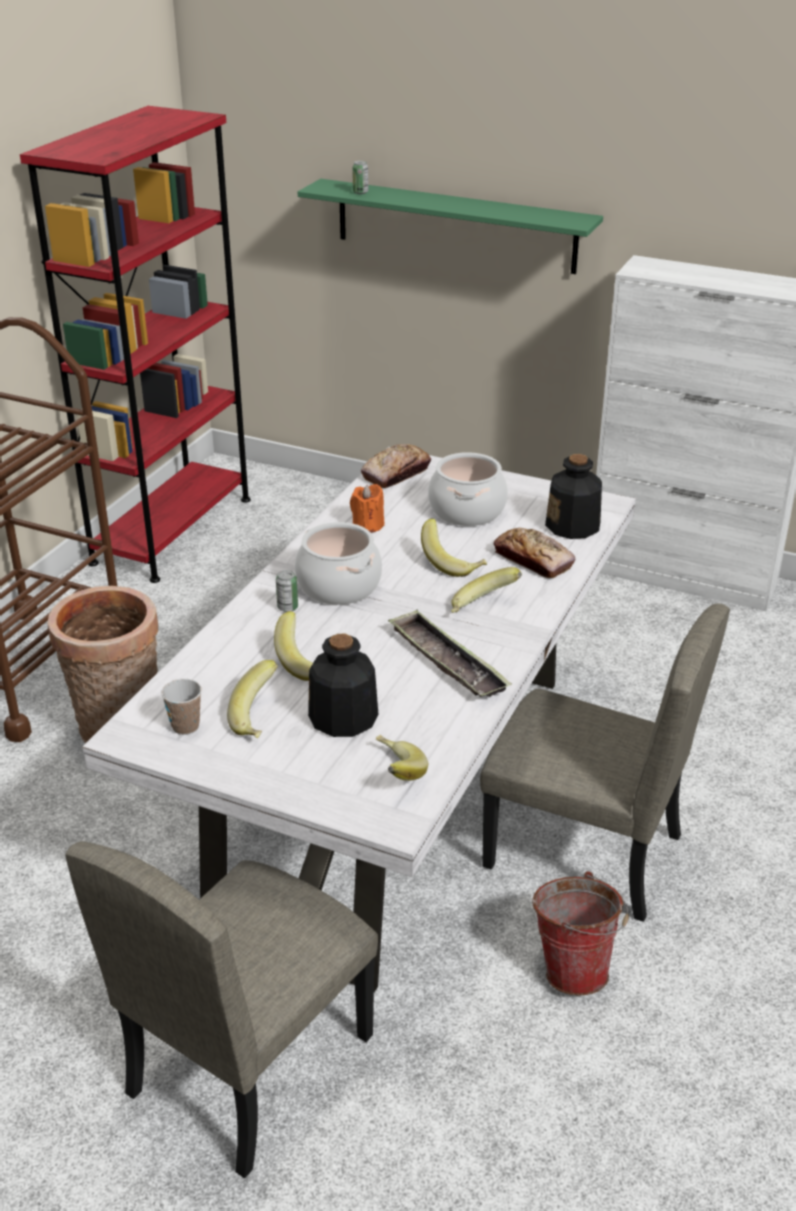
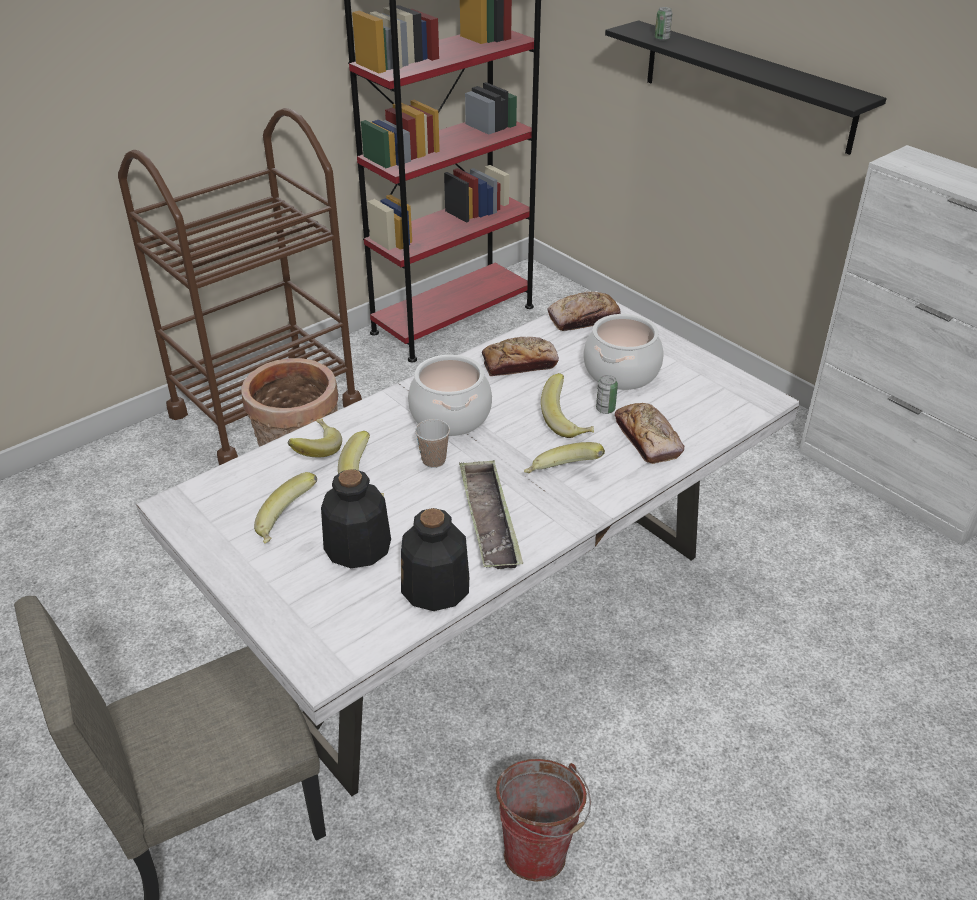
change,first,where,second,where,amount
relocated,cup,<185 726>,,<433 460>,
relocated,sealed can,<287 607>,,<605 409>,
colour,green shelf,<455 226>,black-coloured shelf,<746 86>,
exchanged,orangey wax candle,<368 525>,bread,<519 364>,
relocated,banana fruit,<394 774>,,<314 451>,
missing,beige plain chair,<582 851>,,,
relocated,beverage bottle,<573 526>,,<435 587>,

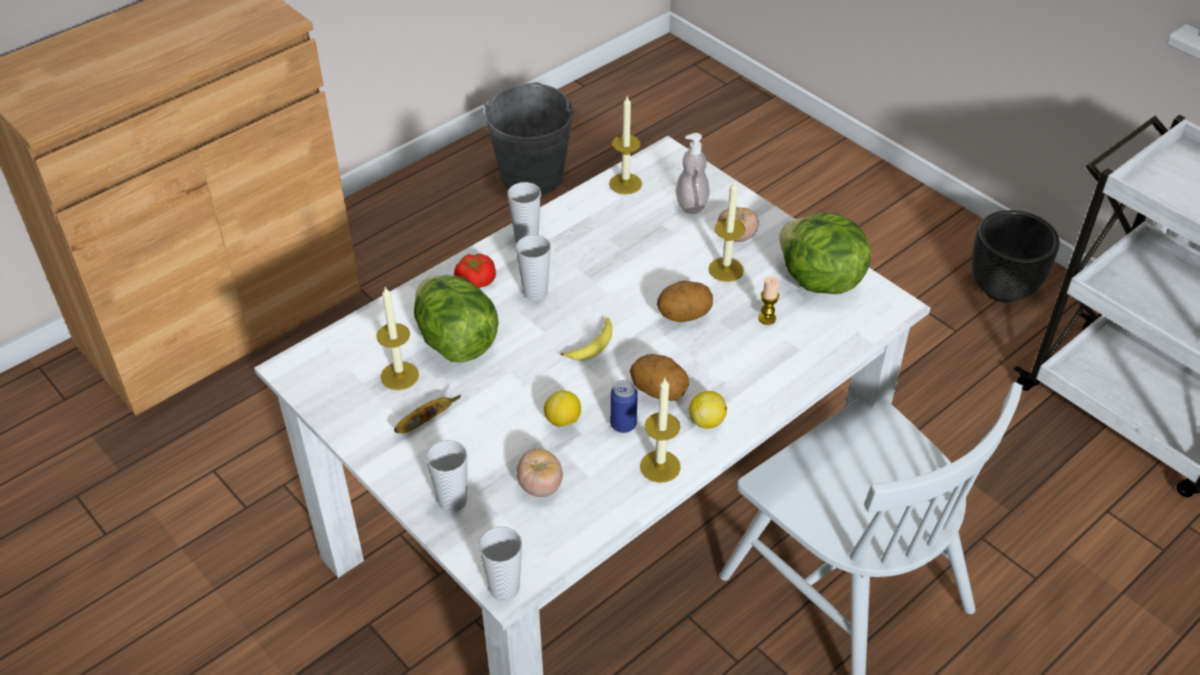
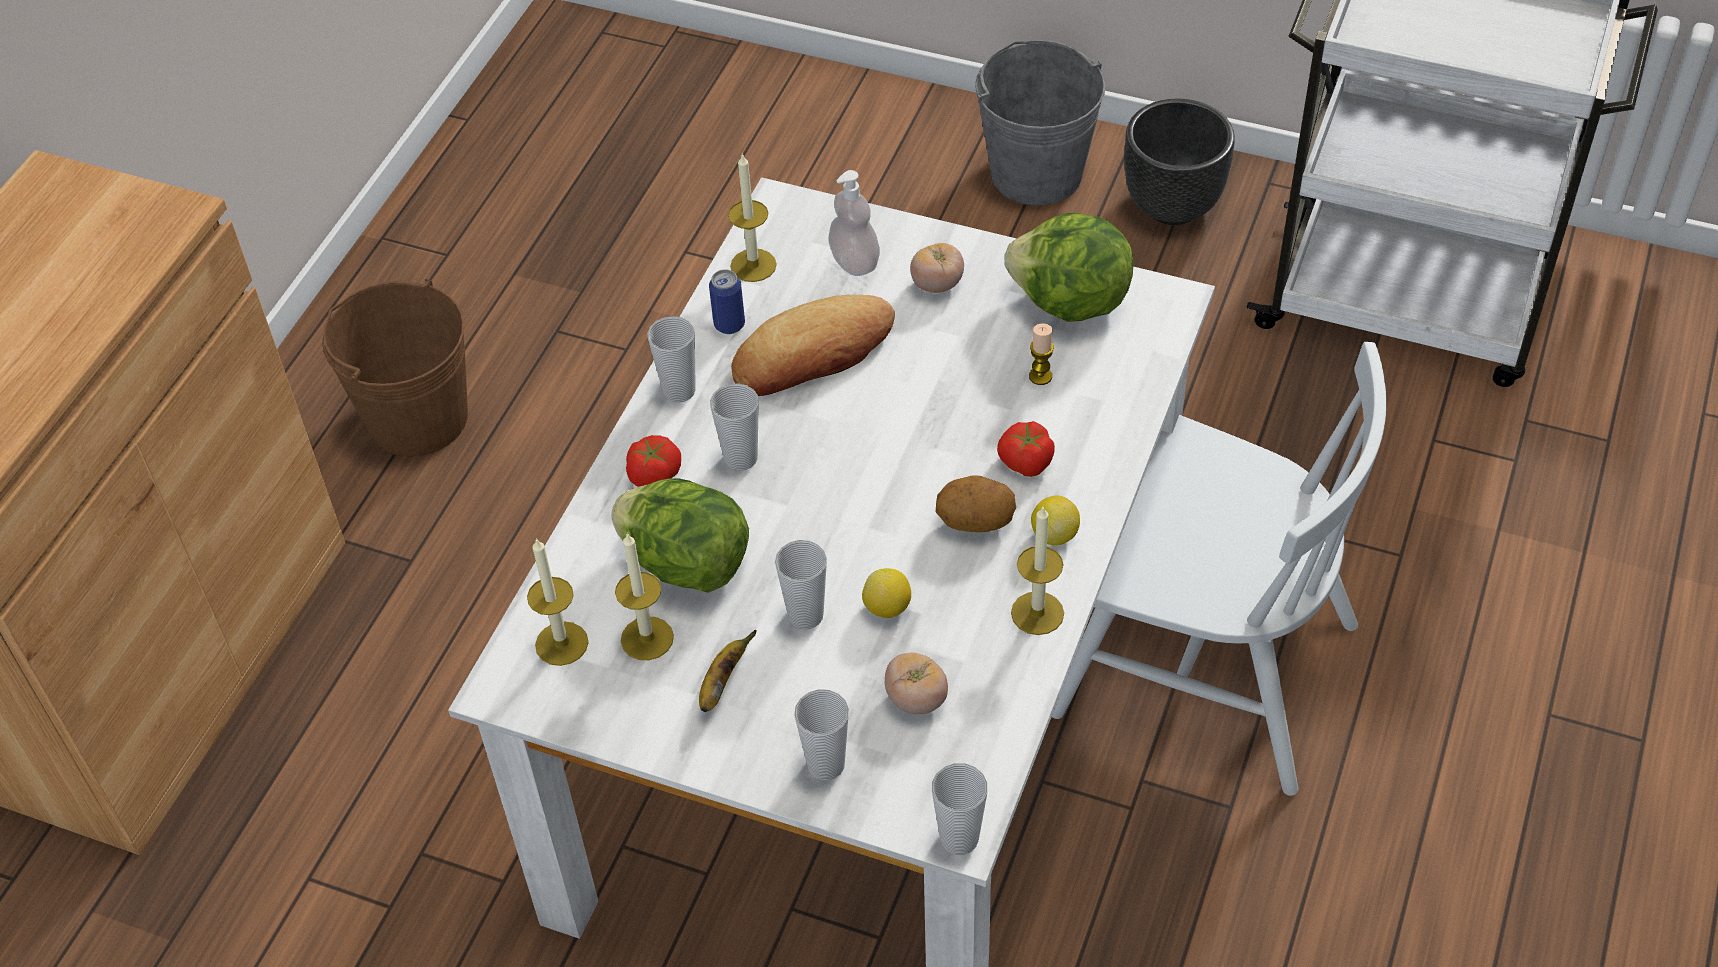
change,first,where,second,where,amount
relocated,greyish bucket,<532 176>,,<1036 173>,
missing,banana fruit,<592 345>,,,
relocated,sealed can,<623 424>,,<729 324>,
missing,whole potato,<684 315>,,,
relocated,wax candle,<726 269>,,<561 643>,
appeared,,,brown-coloured bucket,<418 418>,
appeared,,,bread,<813 354>,
appeared,,,cup,<805 615>,
appeared,,,fresh tomato,<1025 461>,

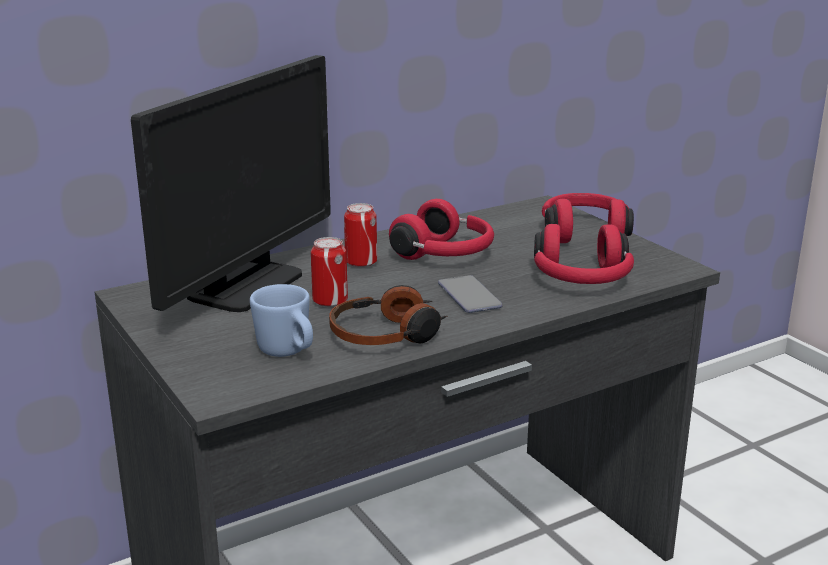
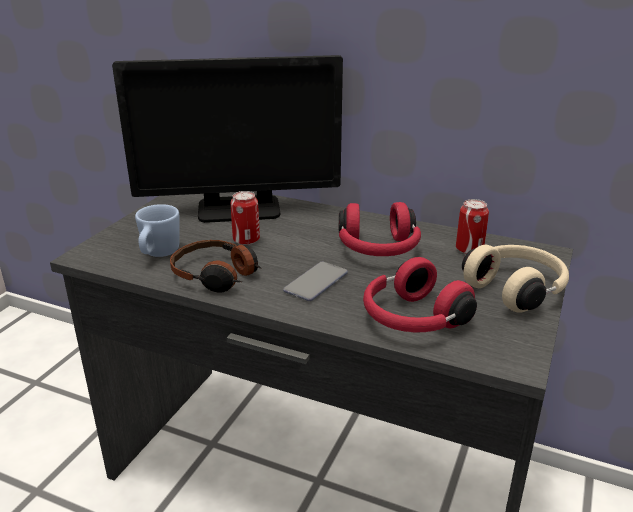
change,first,where,second,where,amount
relocated,sealed can,<361 262>,,<469 249>,
colour,reddish headphones,<584 233>,beige headphones,<516 290>,

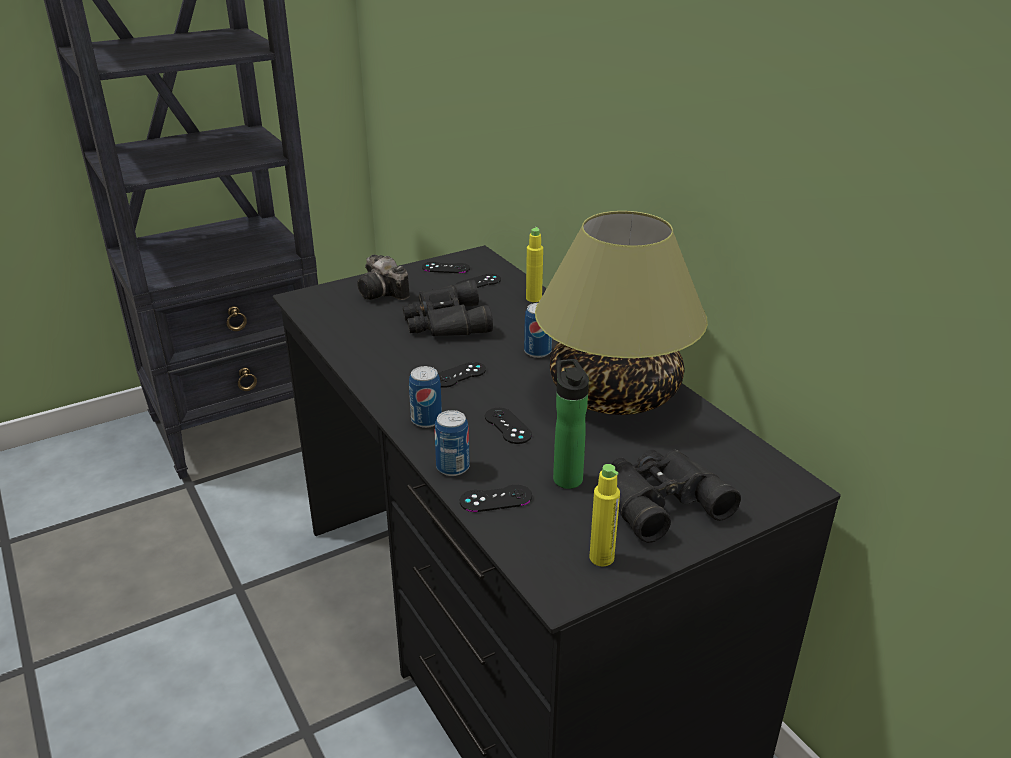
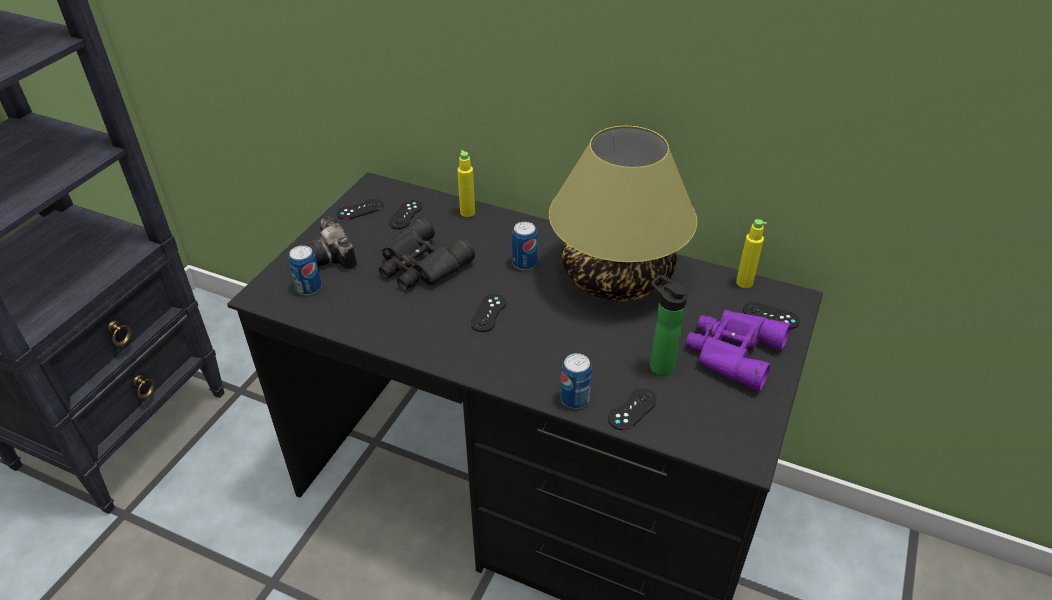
change,first,where,second,where,amount
spun,still camera,<384 293>,,<334 258>,45 degrees clockwise
relocated,sealed can,<426 420>,,<309 288>,
relocated,black-coloured joypad,<507 426>,,<770 316>,
relocated,yellow-coloured beverage bottle,<601 558>,,<744 283>,
colour,black-coloured field glasses,<658 499>,purple field glasses,<731 352>,

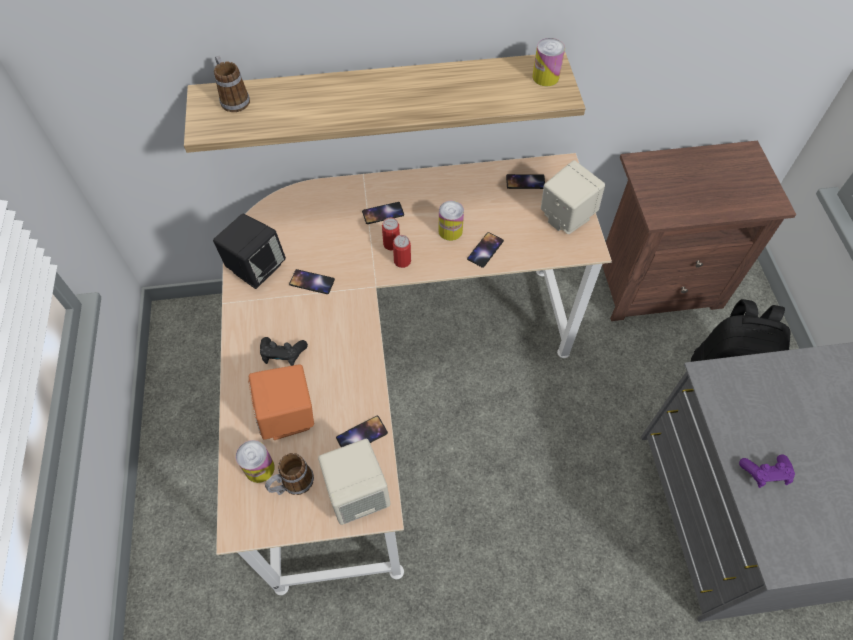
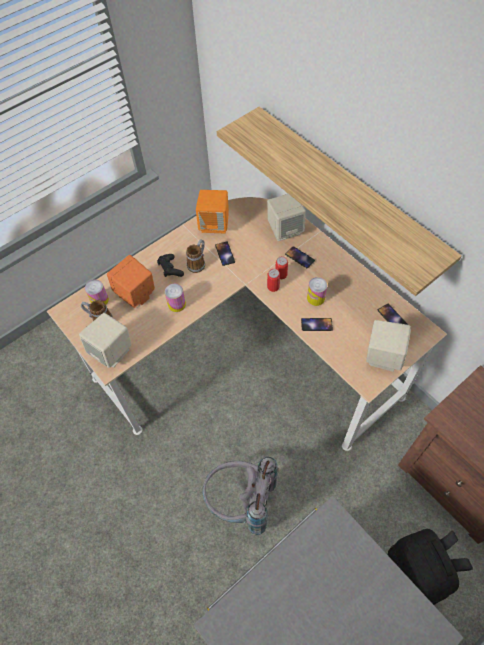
change,first,where,second,where,amount
colour,black-coloured speaker,<256 268>,orangey speaker,<214 224>,
relocated,tea mug,<233 99>,,<198 263>,
missing,phone,<361 435>,,,
relocated,sealed can,<545 77>,,<177 304>,
missing,purple joypad,<765 473>,,,
appeared,,,greyish rucksack,<241 502>,
appeared,,,beige speaker,<285 230>,

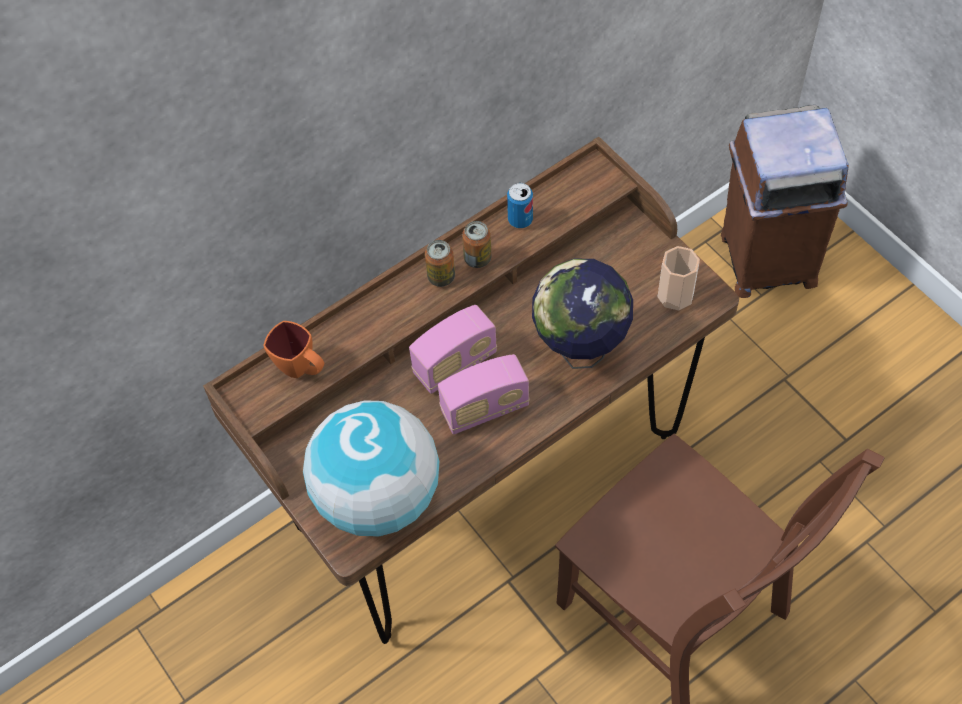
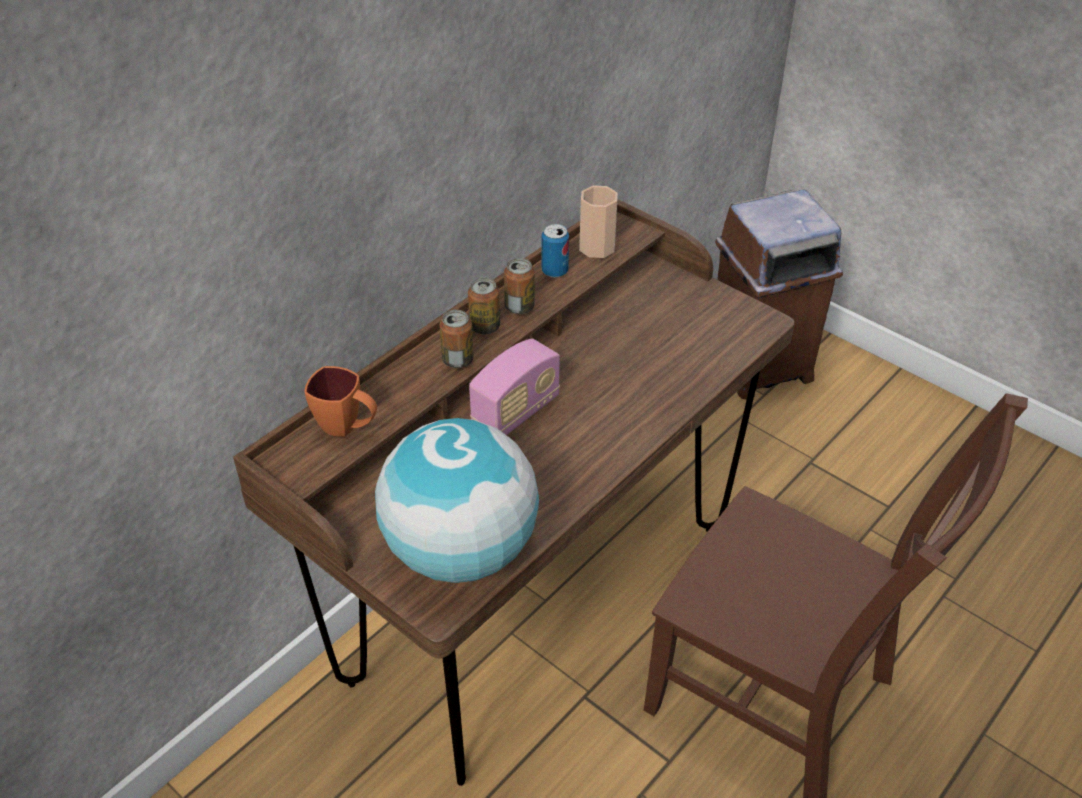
change,first,where,second,where,amount
missing,radio set,<485 409>,,,
missing,world globe,<580 349>,,,
relocated,cup,<675 295>,,<597 247>,
appeared,,,sealed can,<458 360>,

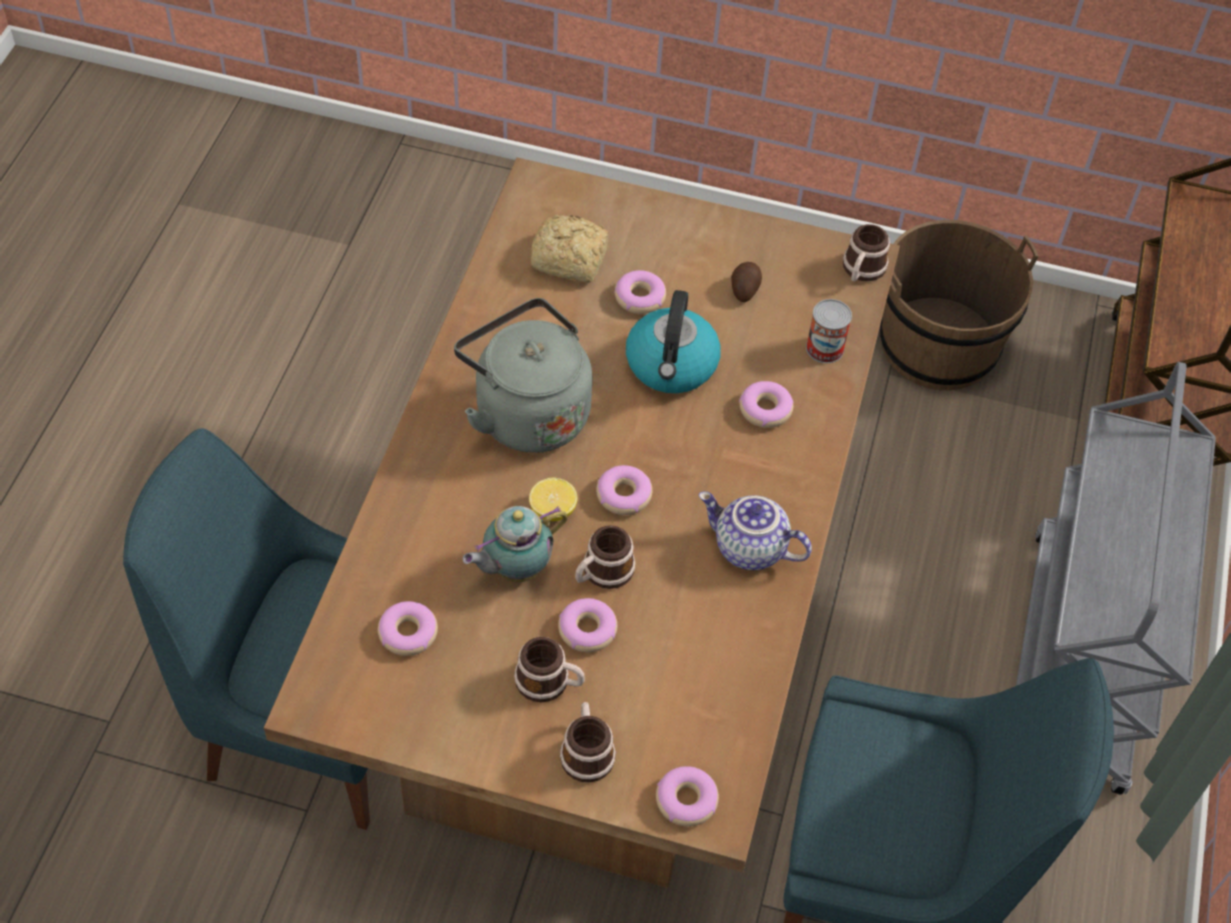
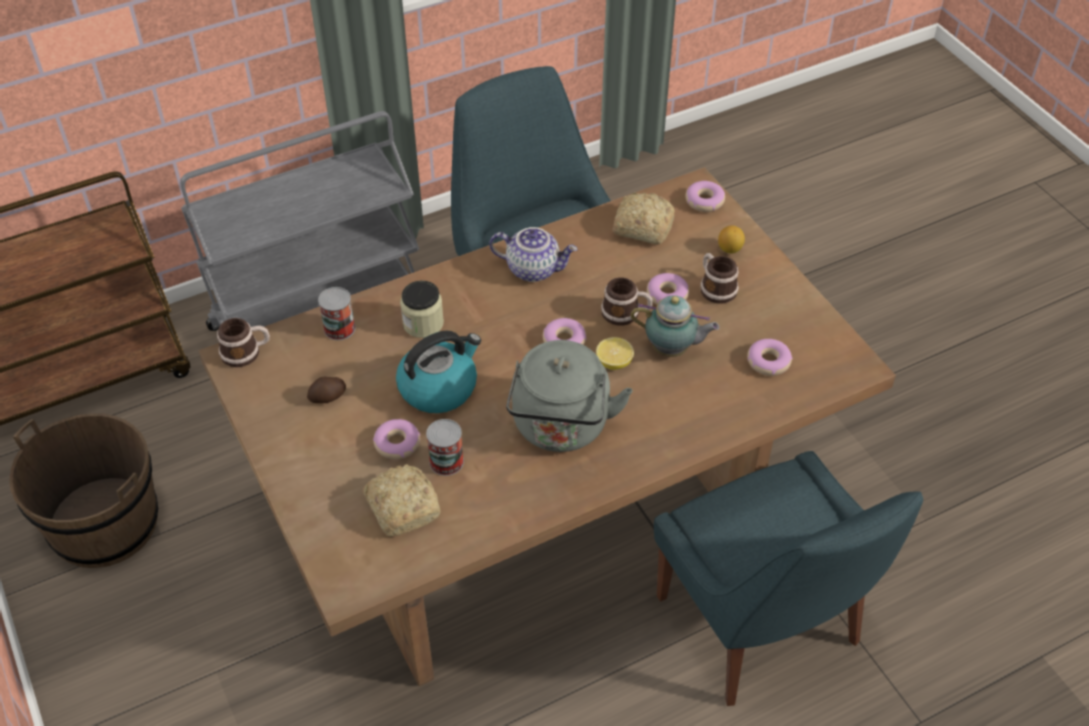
change,first,where,second,where,amount
exchanged,tea mug,<586 750>,citrus fruit,<730 249>,
spun,pot for tea,<748 549>,,<534 268>,60 degrees counterclockwise
exchanged,donut,<765 409>,jar,<423 323>,
appeared,,,sealed can,<446 462>,
appeared,,,bread,<641 226>,

